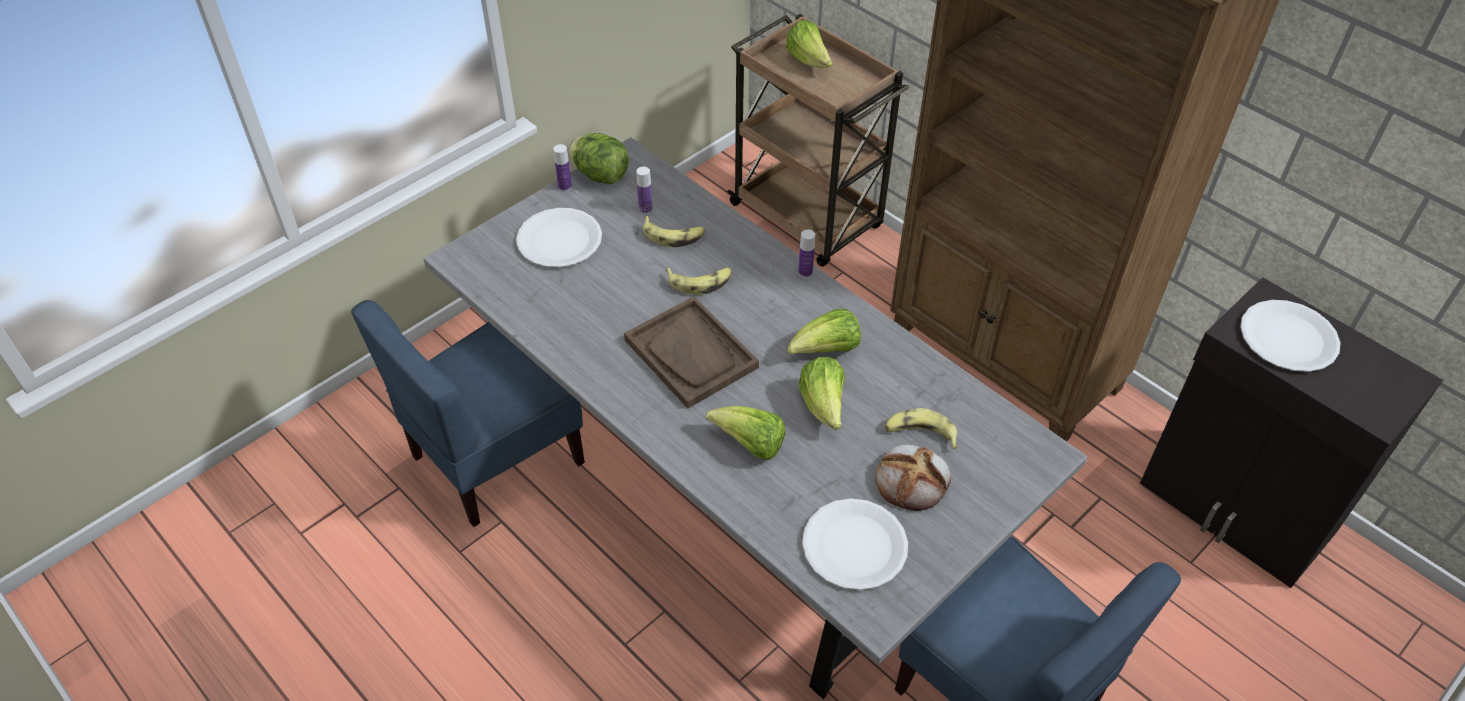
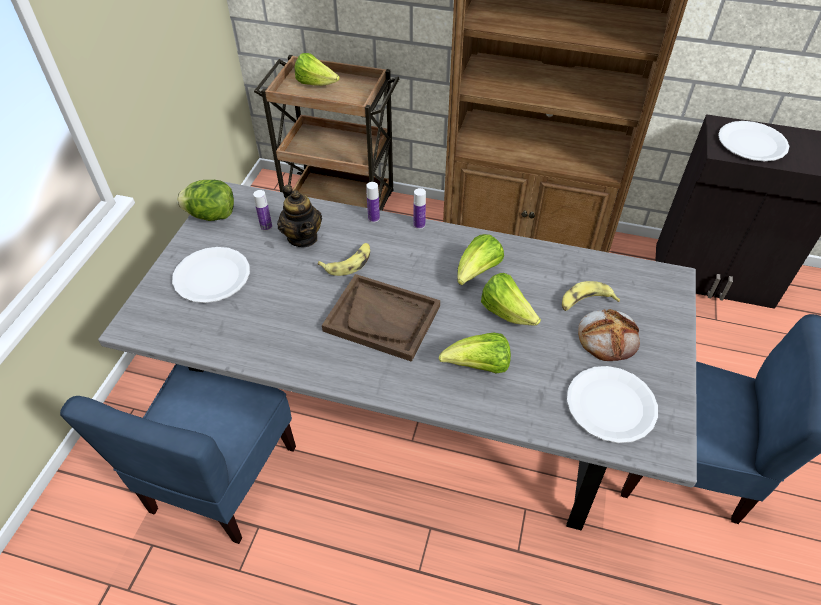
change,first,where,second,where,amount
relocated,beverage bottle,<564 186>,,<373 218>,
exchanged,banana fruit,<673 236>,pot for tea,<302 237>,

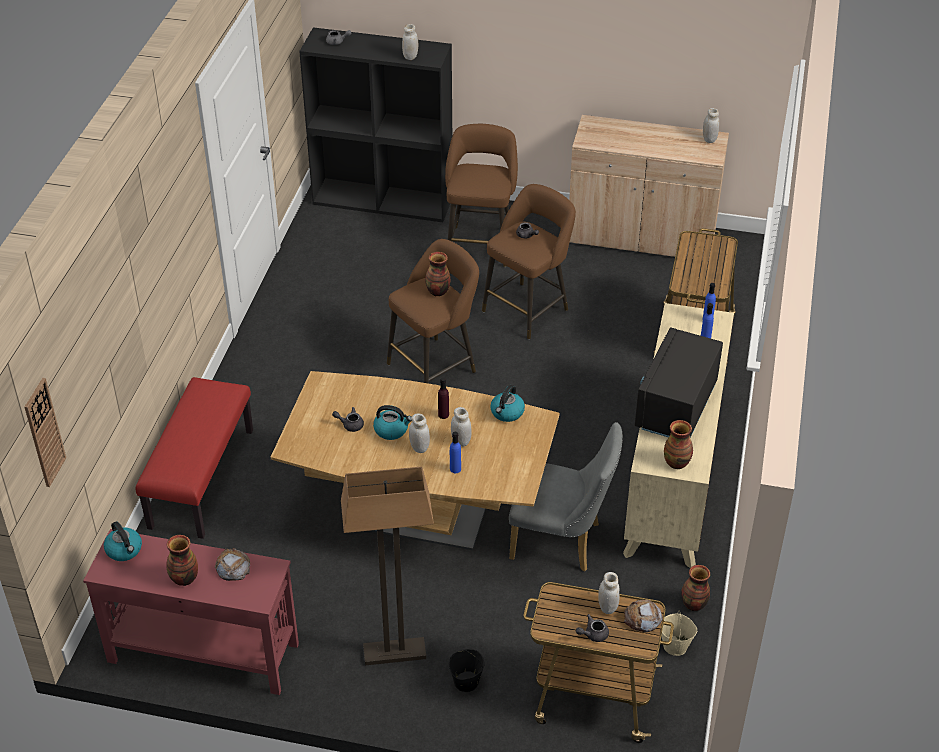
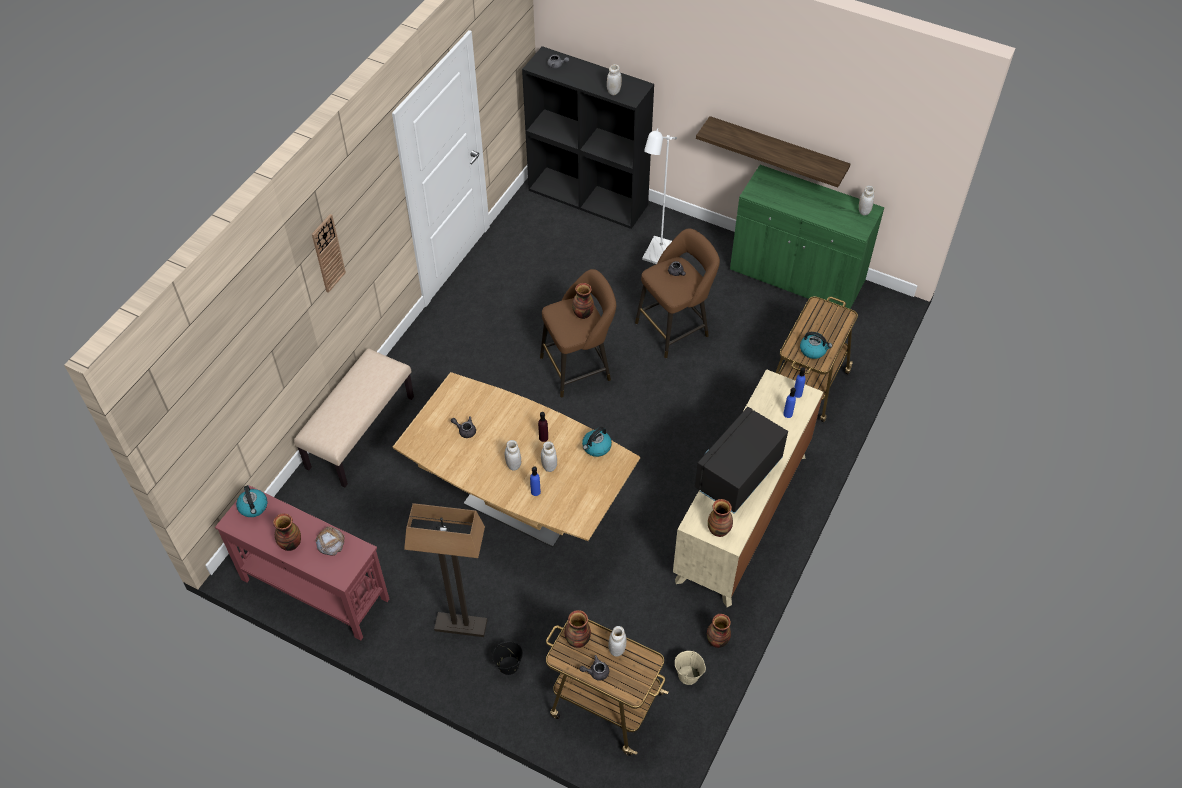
change,first,where,second,where,amount
relocated,clock on the wall,<44 432>,,<328 253>,
colour,reddish bench,<201 478>,beige bench,<360 432>,
relocated,tea kettle,<391 430>,,<813 350>,
exchanged,brown-coloured stool,<480 244>,white standing lamp,<656 256>,
missing,greyish plain chair,<562 542>,,,
colour,beige storage cabinet,<641 237>,green storage cabinet,<796 276>,
missing,bread,<642 618>,,,
appeared,,,vase,<577 640>,
appeared,,,shelf,<777 150>,

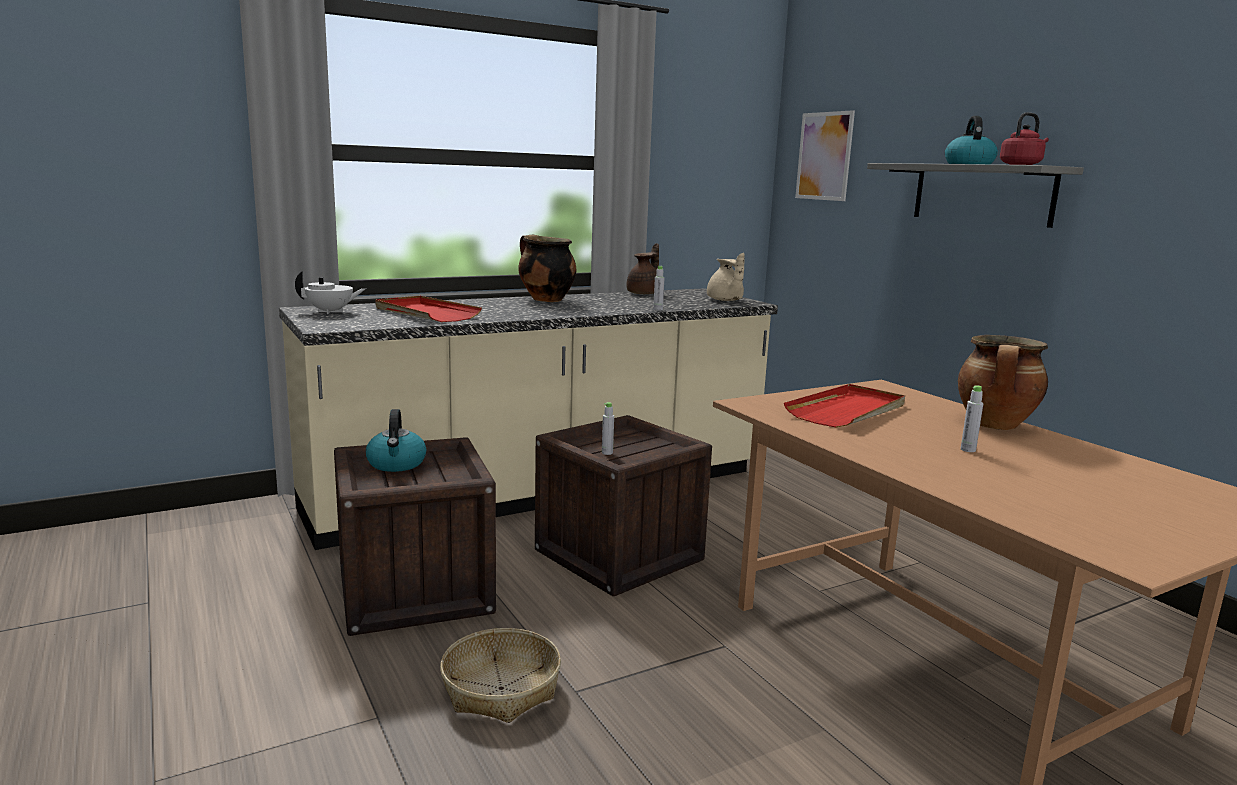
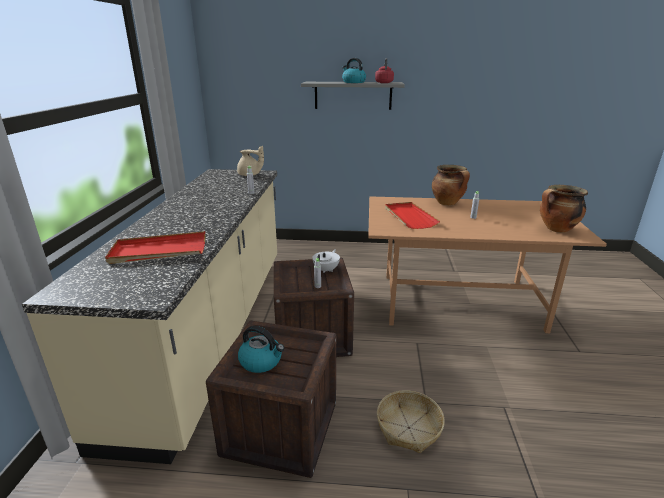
change,first,where,second,where,amount
relocated,white pot for tea,<331 312>,,<326 270>,
relocated,cooking pot,<545 300>,,<556 229>,
missing,brown-coloured pot for tea,<645 293>,,,
missing,wall picture,<824 156>,,,

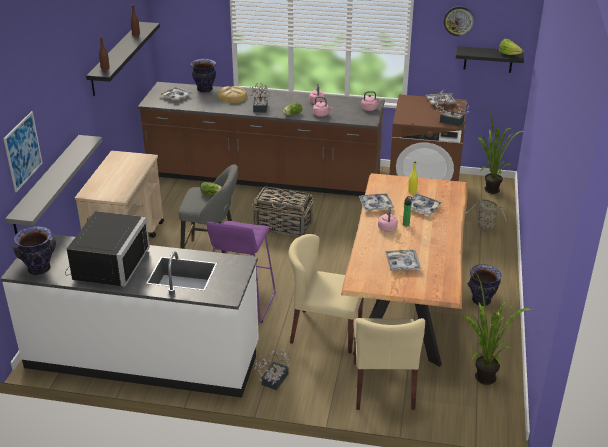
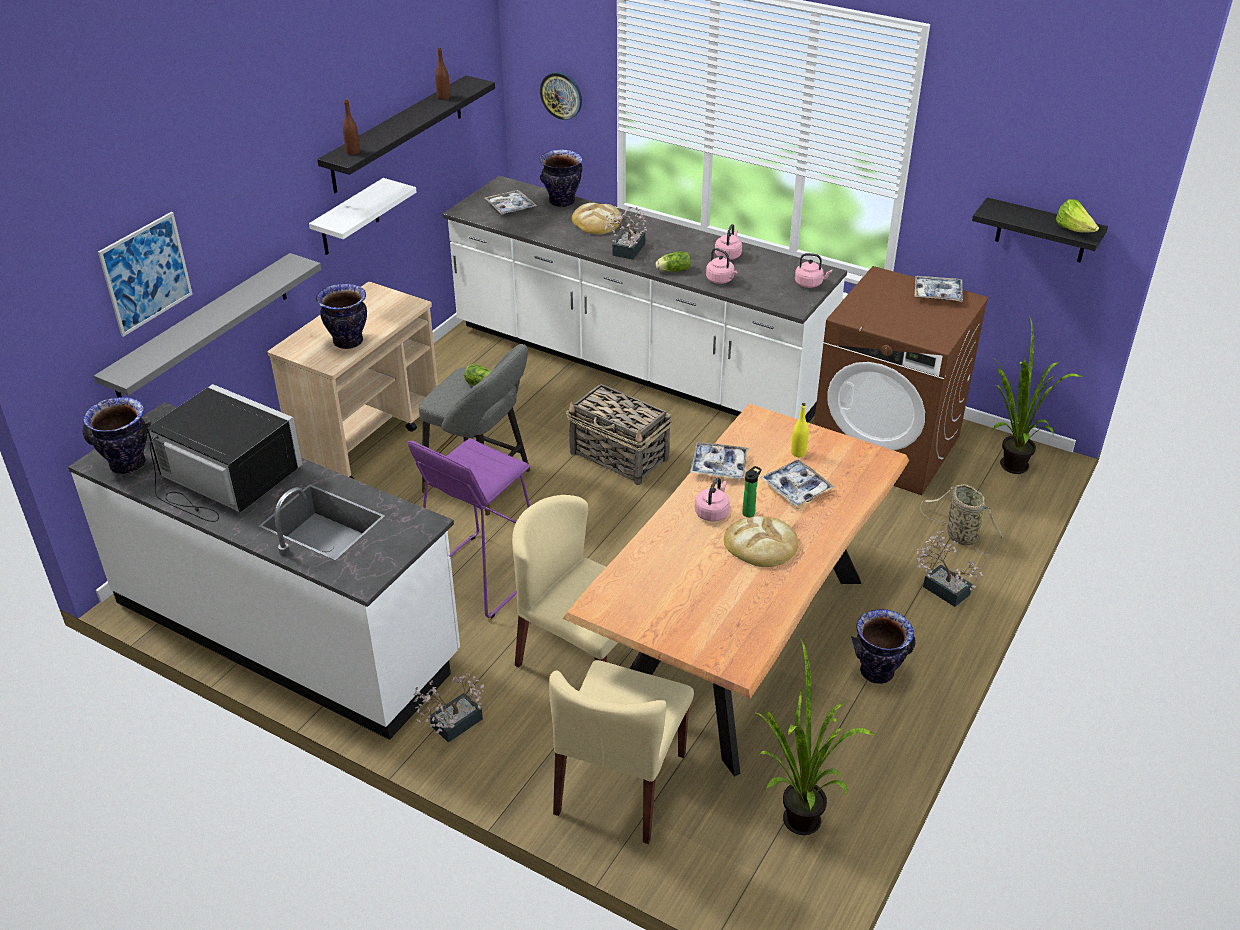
change,first,where,second,where,amount
spun,black-coloured kitchen microwave,<106 264>,,<224 478>,90 degrees counterclockwise
colour,brown-coloured kitchen base unit,<264 178>,white kitchen base unit,<636 364>,
missing,serving tray,<402 263>,,,
relocated,plant in a pot,<449 120>,,<942 587>,
relocated,clock on the wall,<458 20>,,<561 95>,
appeared,,,white shelf,<349 218>,
appeared,,,vase,<347 342>,
appeared,,,bread,<761 545>,

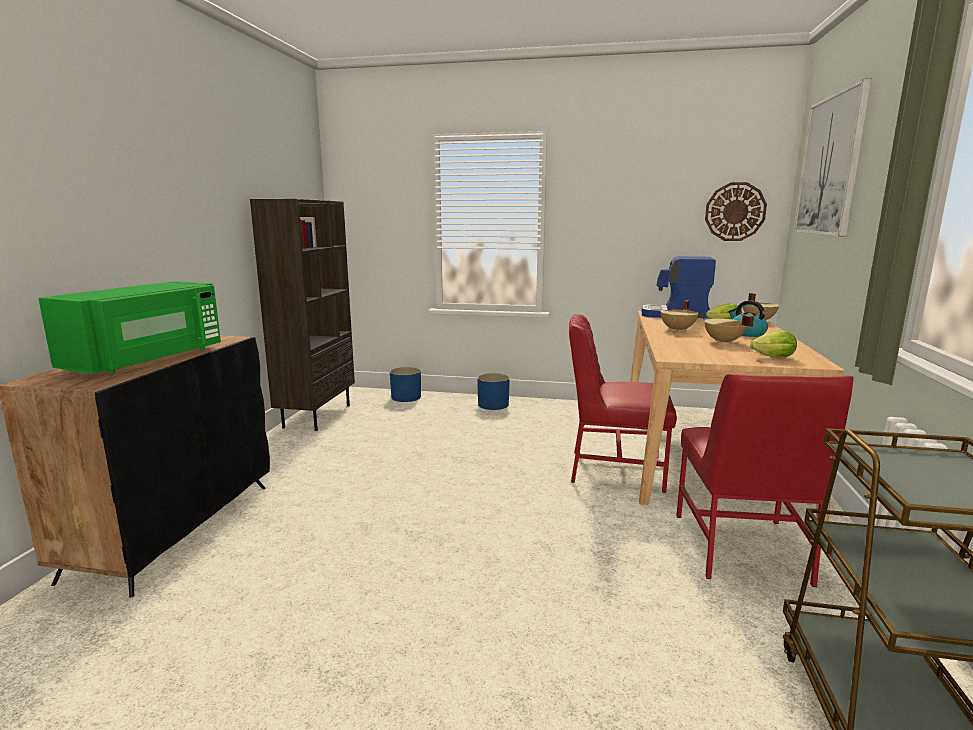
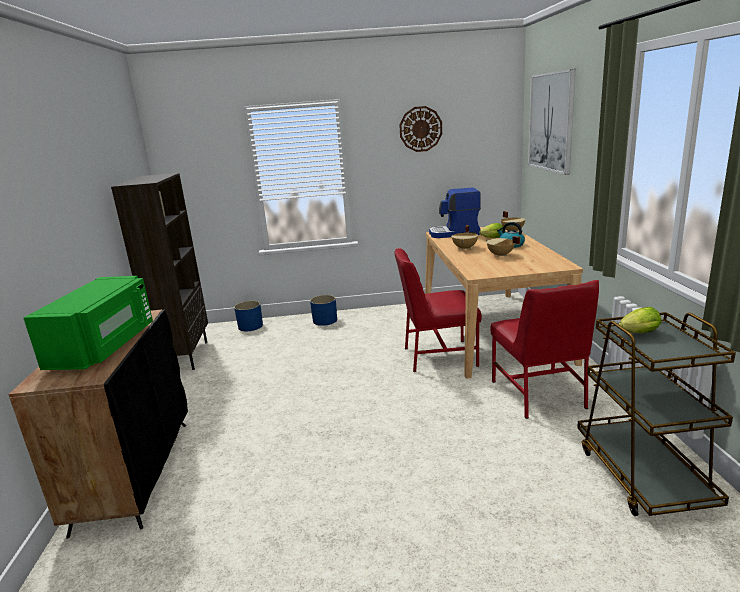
change,first,where,second,where,amount
relocated,clock on the wall,<735 212>,,<420 129>,
relocated,lettuce,<771 357>,,<637 334>,

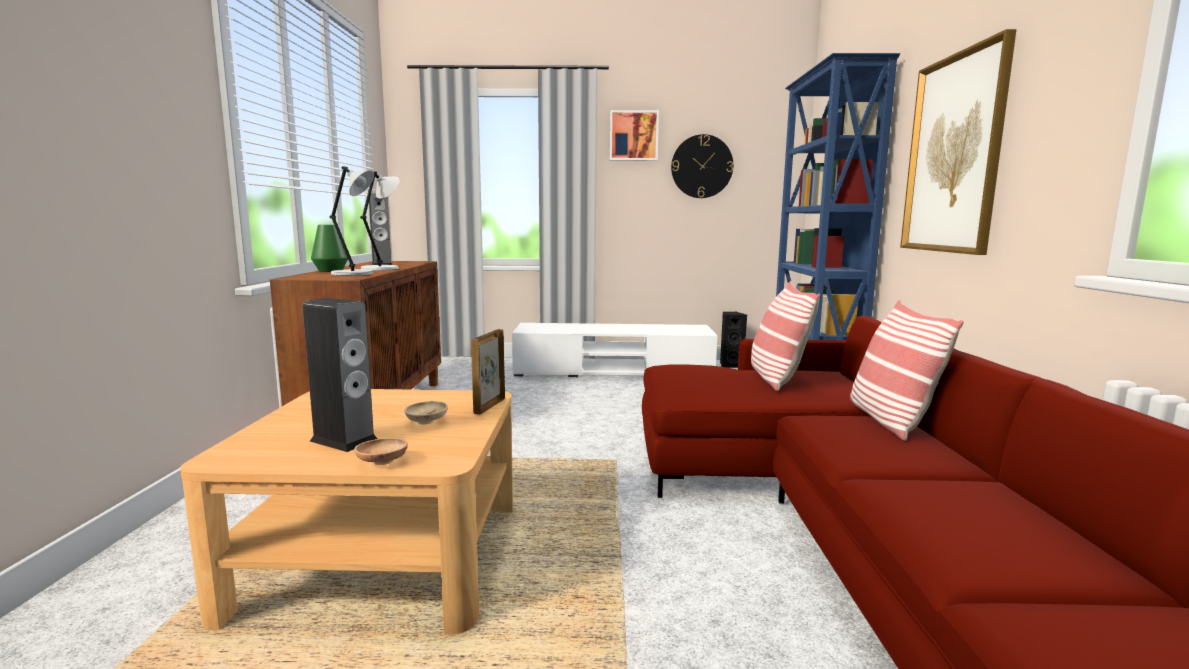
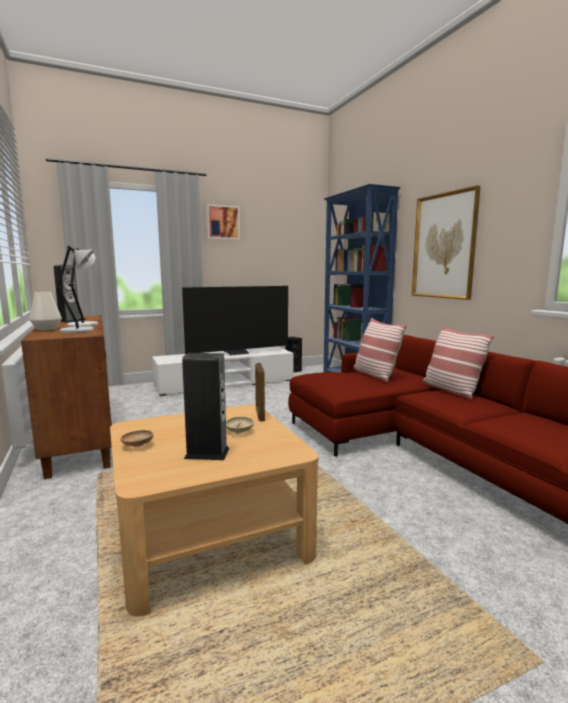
change,first,where,second,where,amount
colour,green vase,<330 271>,white vase,<46 329>,
relocated,brown-coloured serving bowl,<382 462>,,<137 446>,
missing,clock on the wall,<702 166>,,,
appeared,,,television,<238 353>,

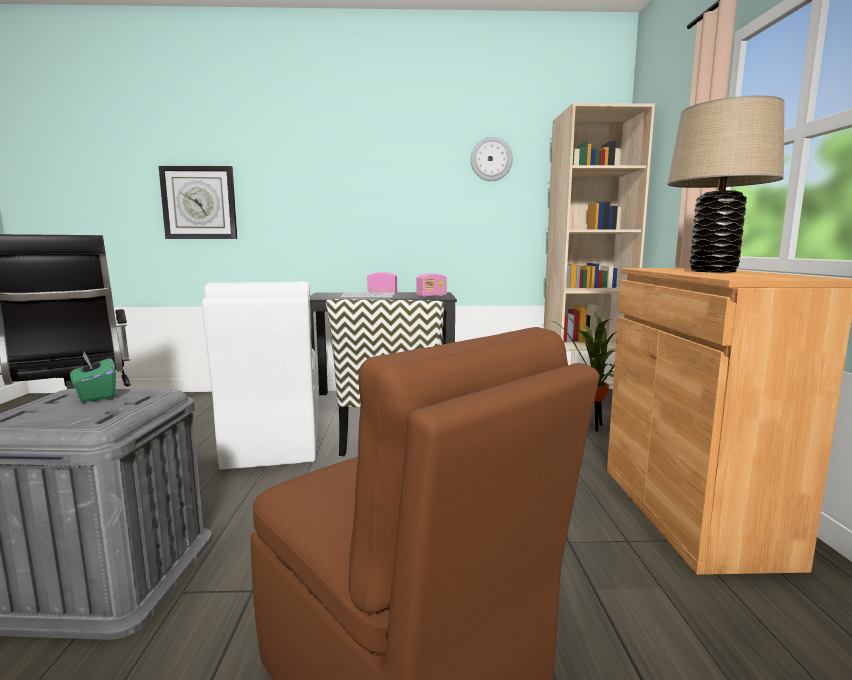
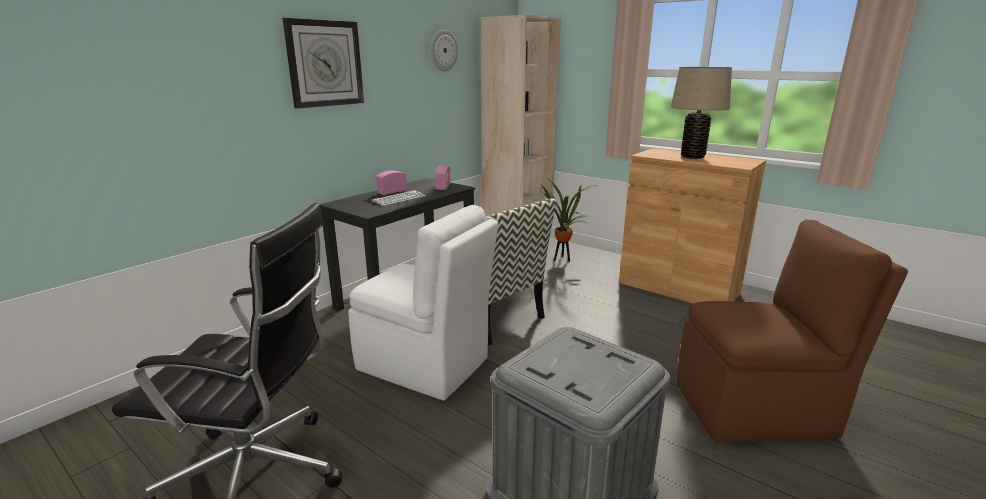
change,first,where,second,where,amount
missing,green tissue box,<95 395>,,,
relocated,clock on the wall,<199 203>,,<325 63>,

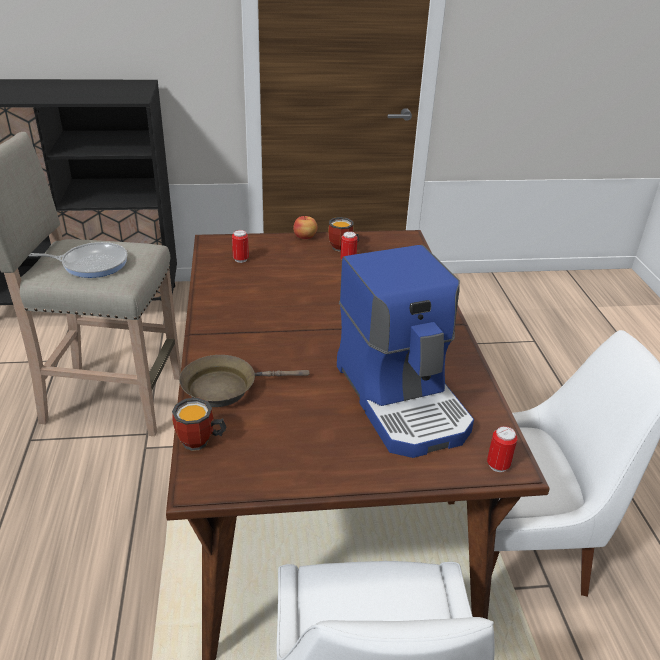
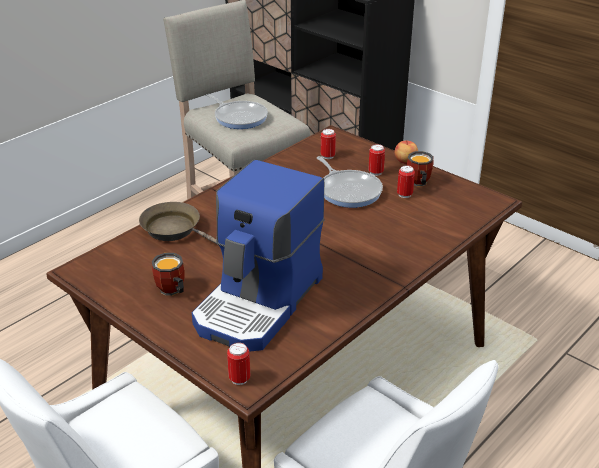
change,first,where,second,where,amount
relocated,tea mug,<200 443>,,<171 292>,
appeared,,,frying pan,<348 191>,
appeared,,,sealed can,<375 172>,

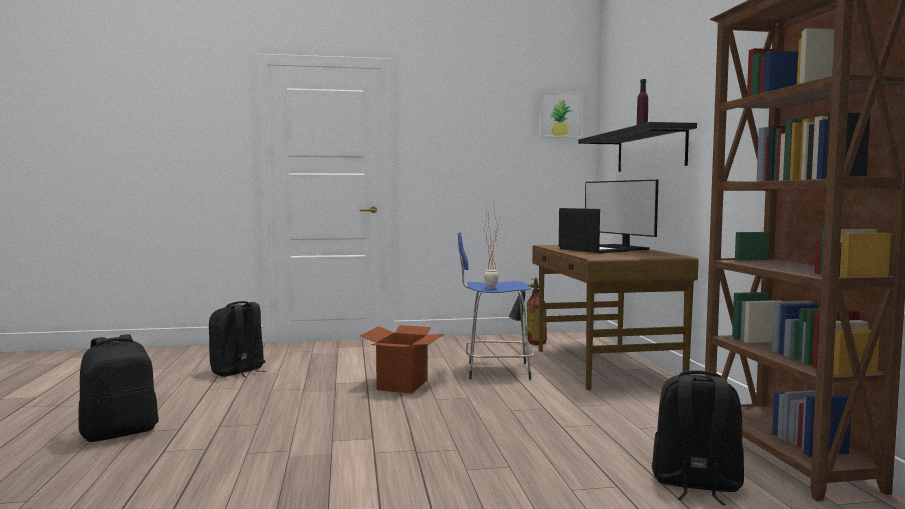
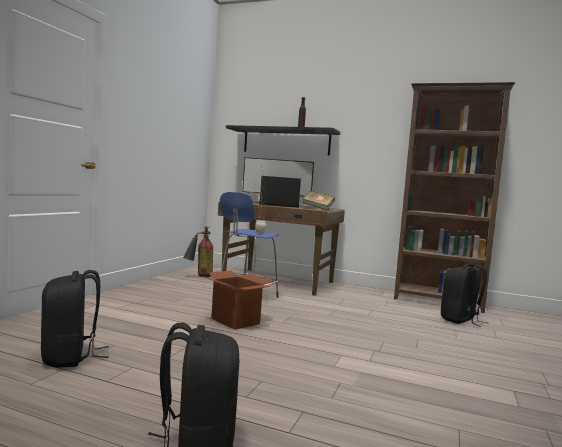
change,first,where,second,where,amount
missing,wall picture,<560 114>,,,
appeared,,,book,<318 209>,

